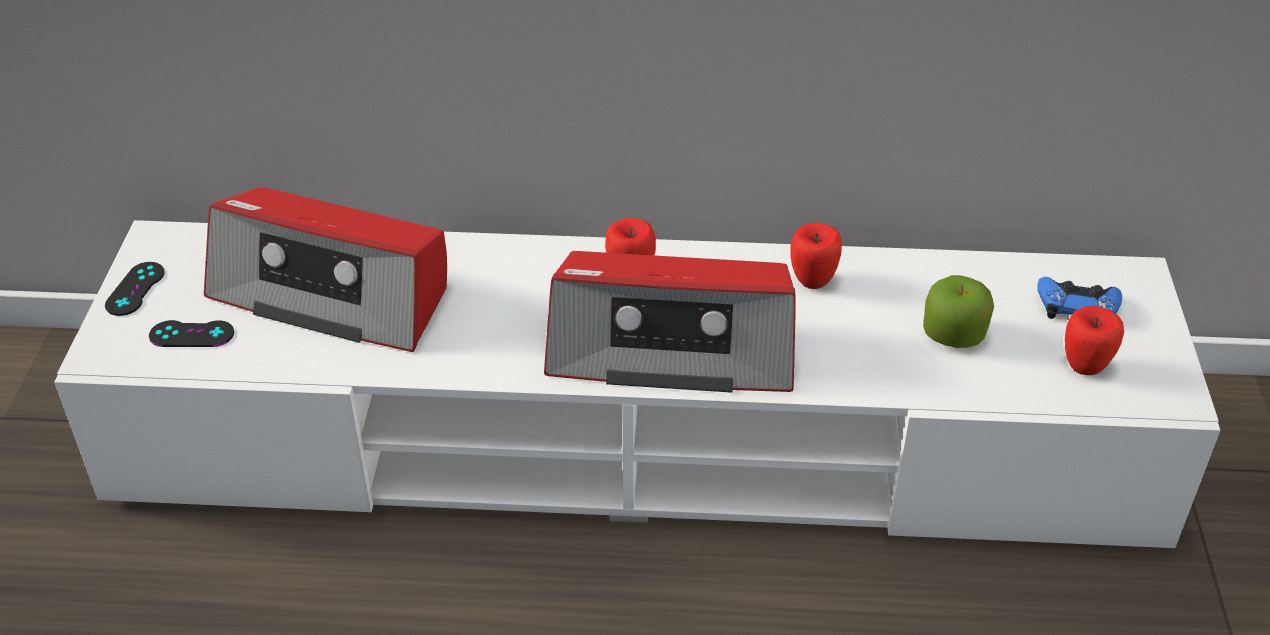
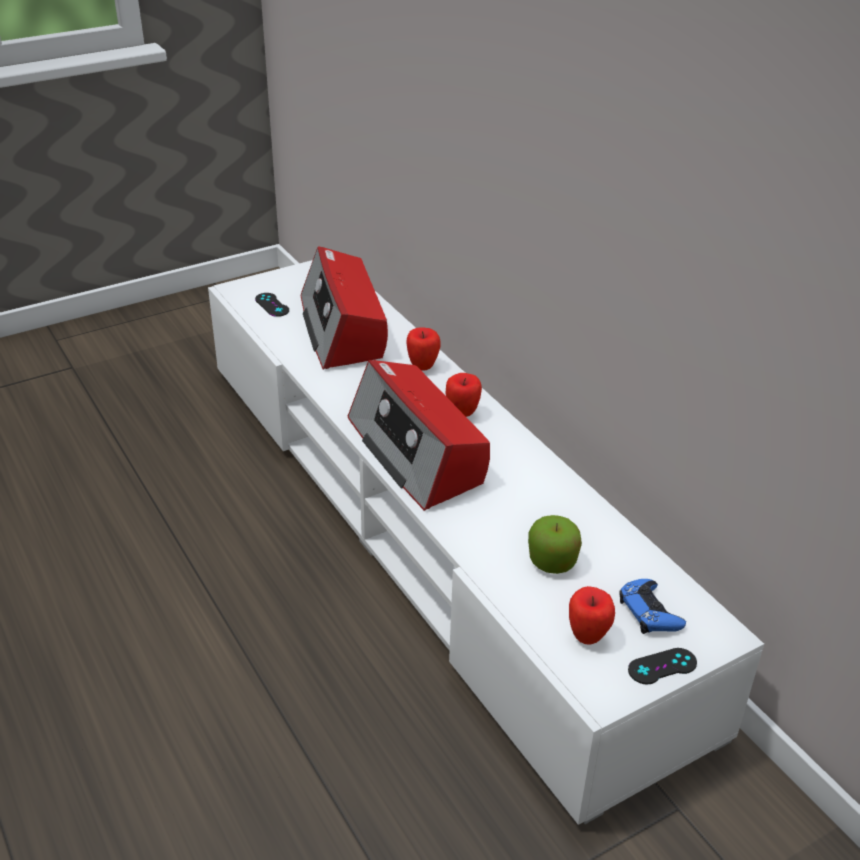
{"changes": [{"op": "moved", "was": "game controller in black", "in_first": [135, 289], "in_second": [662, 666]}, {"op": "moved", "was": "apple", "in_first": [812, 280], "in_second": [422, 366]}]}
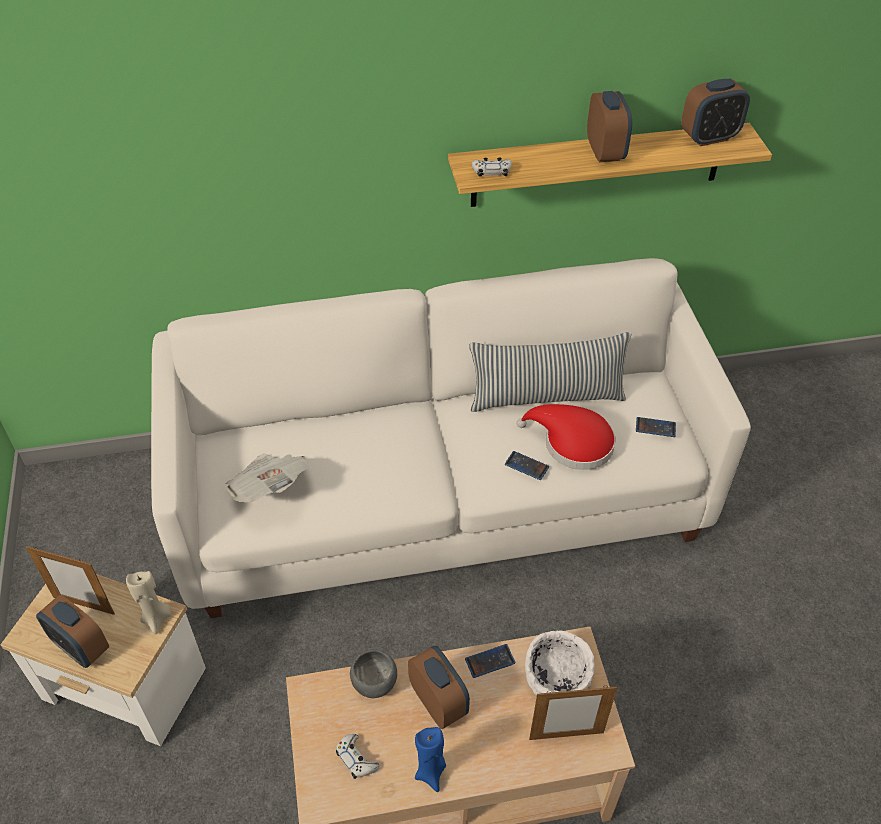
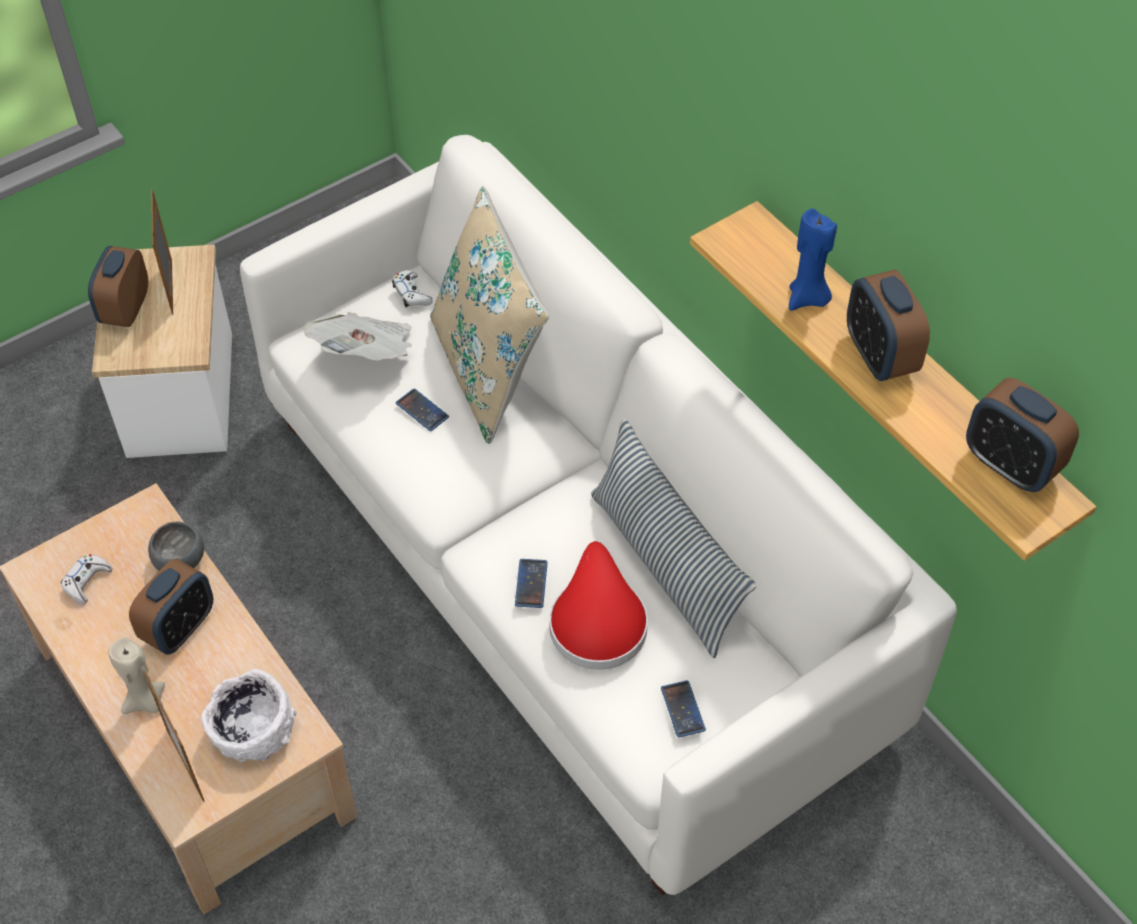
{"changes": [{"op": "added", "now": "pillow in beige", "in_second": [489, 370]}, {"op": "moved", "was": "candle in beige", "in_first": [157, 618], "in_second": [146, 702]}, {"op": "moved", "was": "candle in blue", "in_first": [430, 772], "in_second": [807, 298]}, {"op": "moved", "was": "phone", "in_first": [490, 661], "in_second": [422, 410]}, {"op": "moved", "was": "game controller in white", "in_first": [491, 171], "in_second": [411, 294]}, {"op": "turned", "was": "alarm clock", "in_first": [605, 152], "in_second": [879, 356], "clockwise": 105}]}
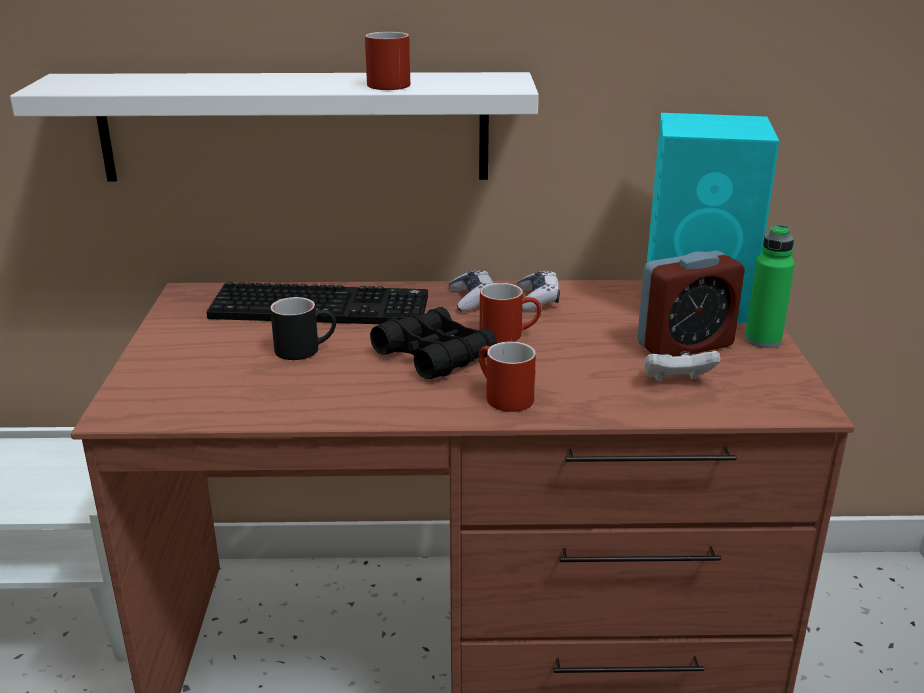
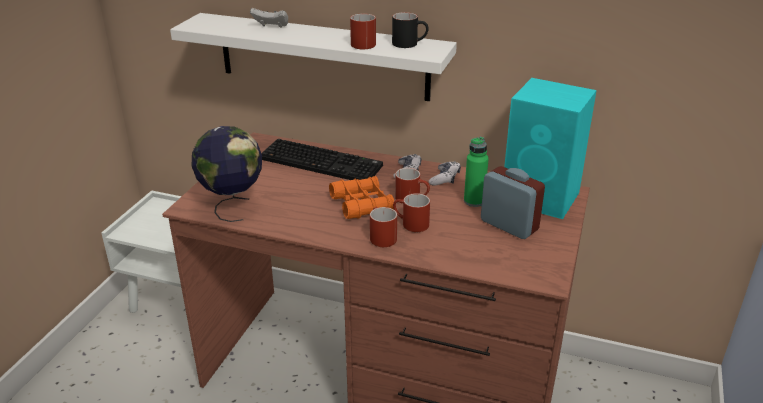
{"changes": [{"op": "added", "now": "globe", "in_second": [232, 206]}, {"op": "added", "now": "mug in red", "in_second": [410, 224]}, {"op": "moved", "was": "mug in black", "in_first": [306, 349], "in_second": [410, 44]}, {"op": "moved", "was": "game controller in white", "in_first": [676, 382], "in_second": [271, 27]}, {"op": "moved", "was": "bottle in green", "in_first": [763, 340], "in_second": [474, 201]}, {"op": "recoloured", "was": "binoculars in black", "now": "binoculars in orange", "in_first": [434, 355], "in_second": [362, 204]}, {"op": "turned", "was": "alarm clock", "in_first": [685, 345], "in_second": [509, 225], "clockwise": -135}]}
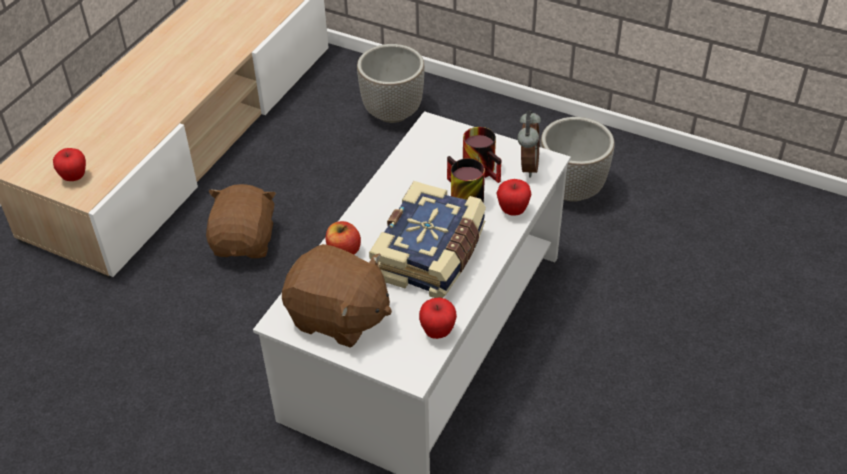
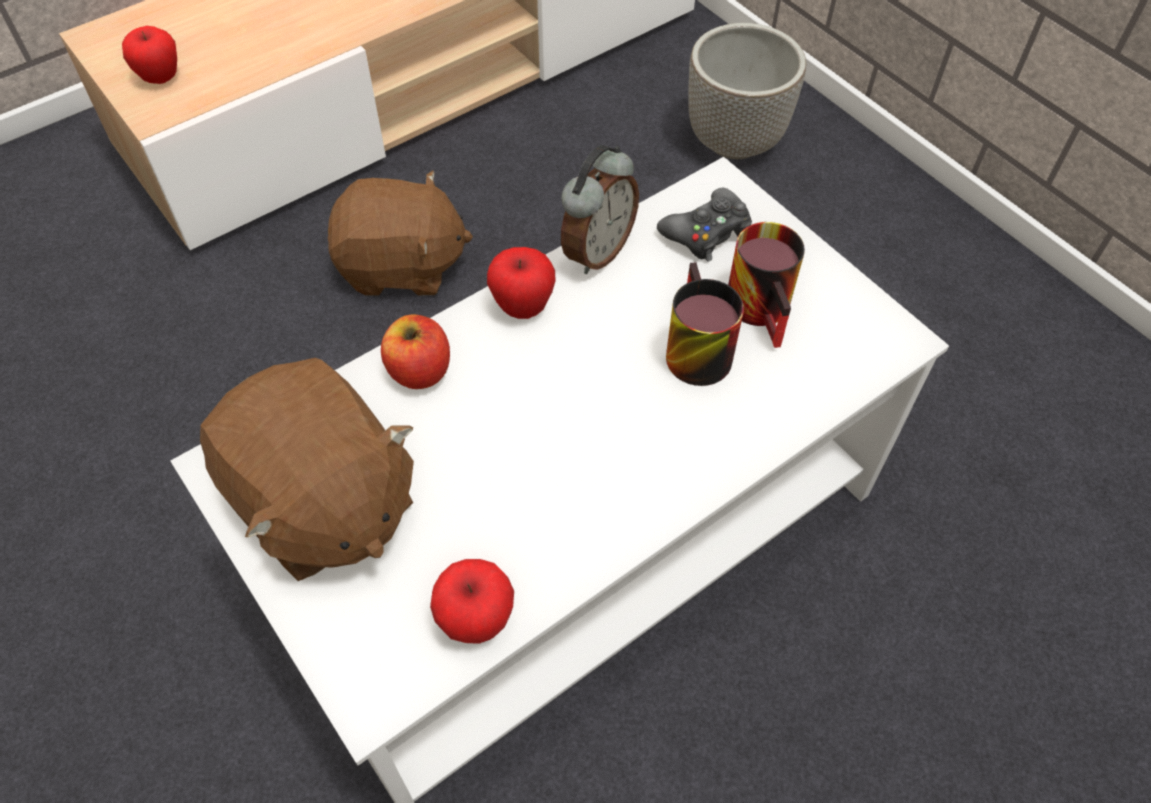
{"changes": [{"op": "removed", "was": "book", "in_first": [431, 255]}, {"op": "removed", "was": "planter", "in_first": [573, 189]}, {"op": "added", "now": "game controller in black", "in_second": [707, 233]}, {"op": "moved", "was": "apple", "in_first": [513, 210], "in_second": [522, 307]}, {"op": "moved", "was": "alarm clock", "in_first": [527, 166], "in_second": [596, 251]}, {"op": "turned", "was": "plush toy in brown", "in_first": [245, 241], "in_second": [401, 266], "clockwise": 60}]}
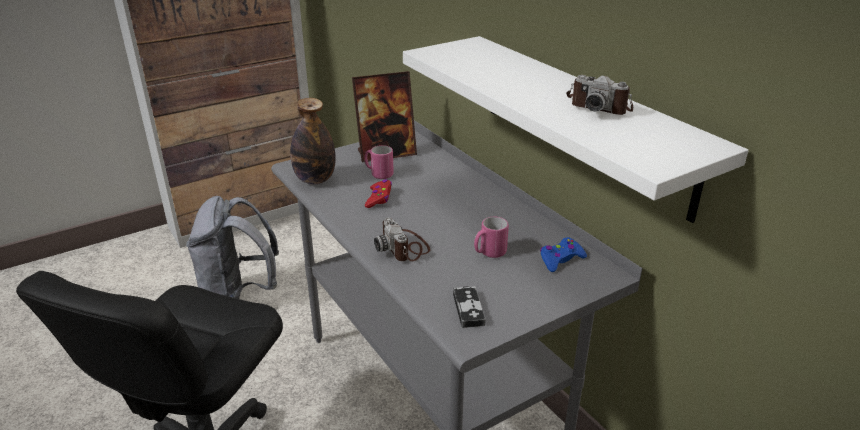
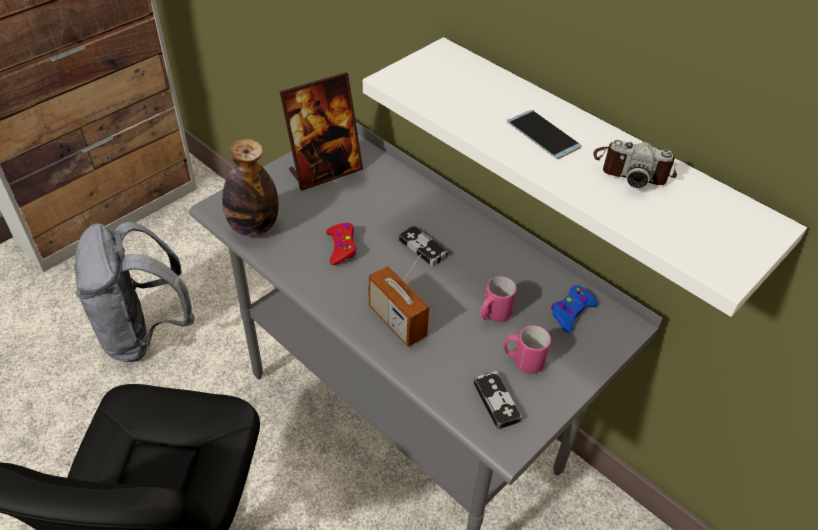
{"changes": [{"op": "added", "now": "game controller", "in_second": [422, 248]}, {"op": "added", "now": "phone", "in_second": [543, 134]}, {"op": "moved", "was": "mug in pink", "in_first": [378, 174], "in_second": [522, 361]}, {"op": "replaced", "was": "photo camera", "now": "radio", "in_first": [404, 247], "in_second": [397, 321]}]}
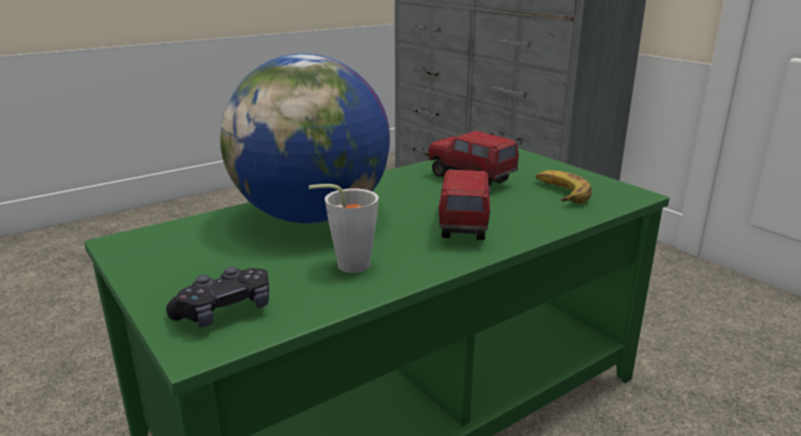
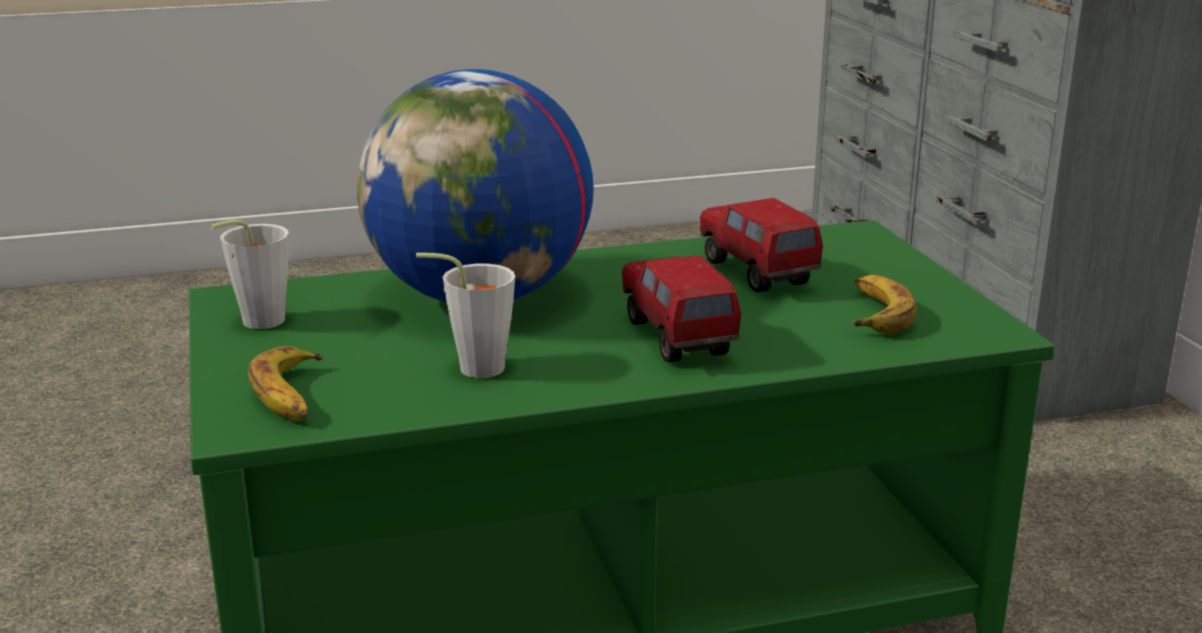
{"changes": [{"op": "added", "now": "cup in grey", "in_second": [255, 324]}, {"op": "replaced", "was": "game controller in black", "now": "banana", "in_first": [224, 311], "in_second": [291, 396]}, {"op": "turned", "was": "toy truck", "in_first": [463, 225], "in_second": [677, 339], "clockwise": -45}]}
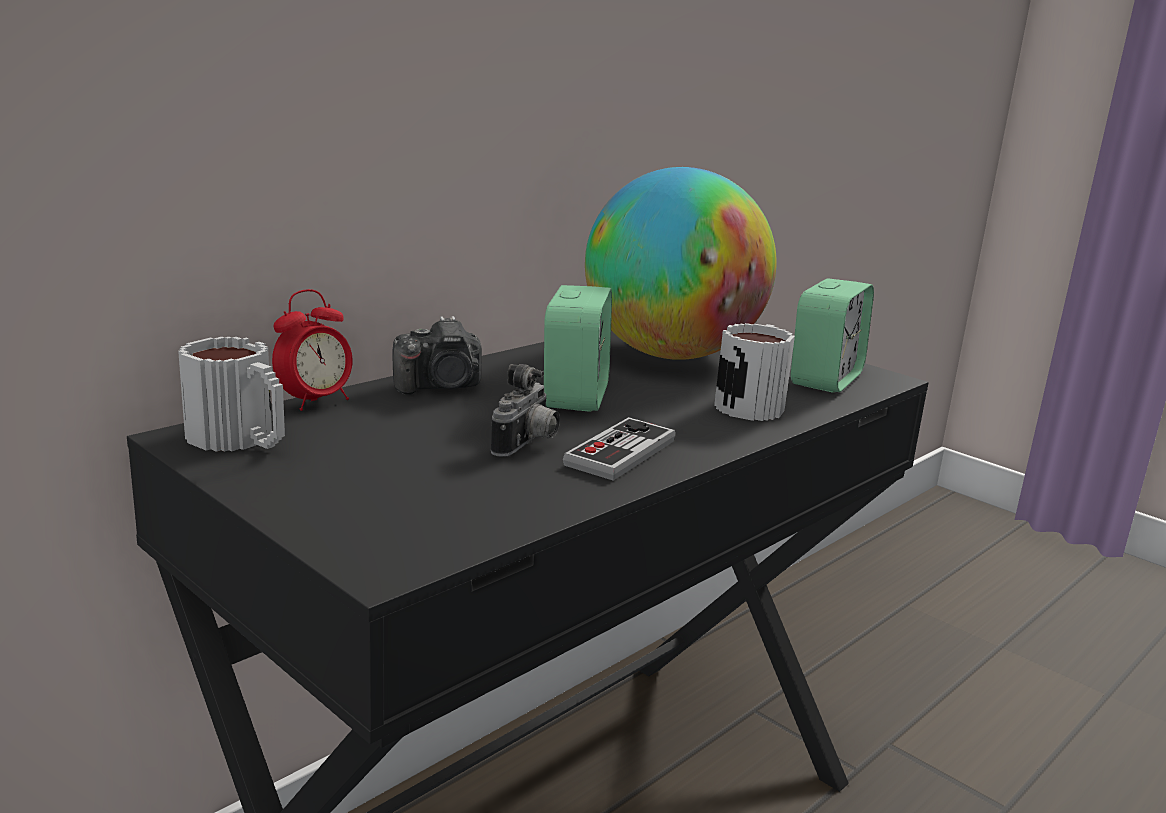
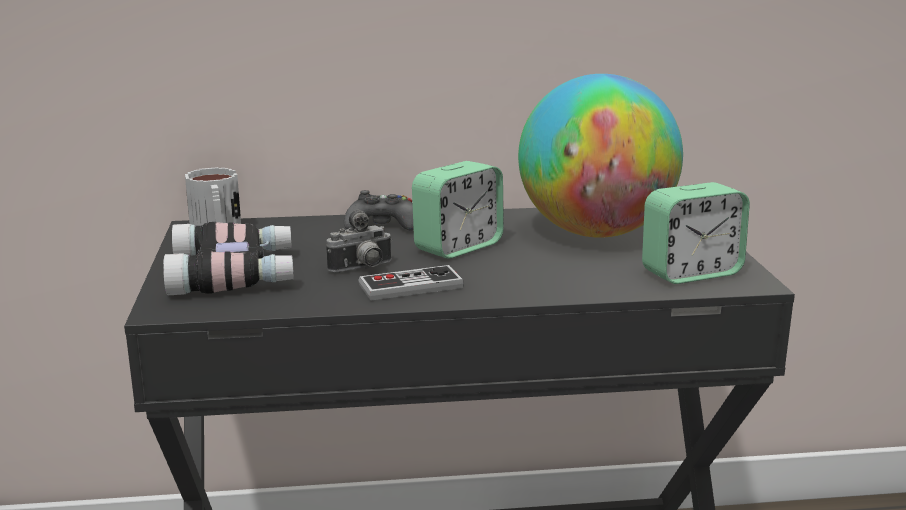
{"changes": [{"op": "removed", "was": "alarm clock", "in_first": [315, 401]}, {"op": "removed", "was": "mug", "in_first": [753, 403]}, {"op": "added", "now": "binoculars", "in_second": [235, 273]}, {"op": "replaced", "was": "photo camera", "now": "game controller in black", "in_first": [440, 386], "in_second": [382, 225]}]}
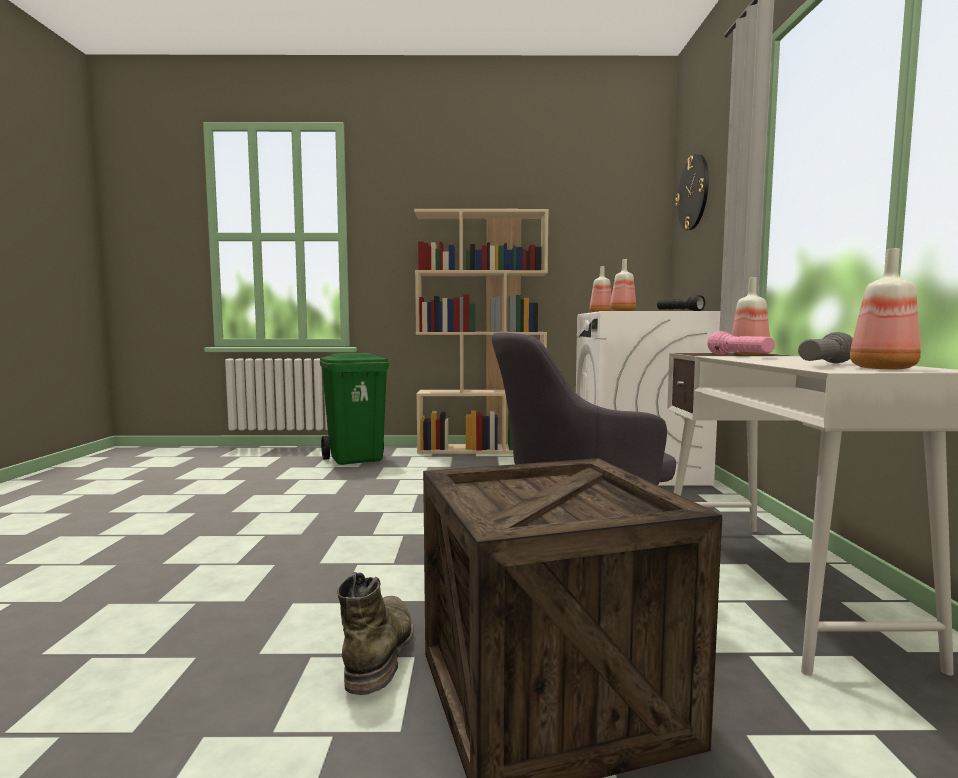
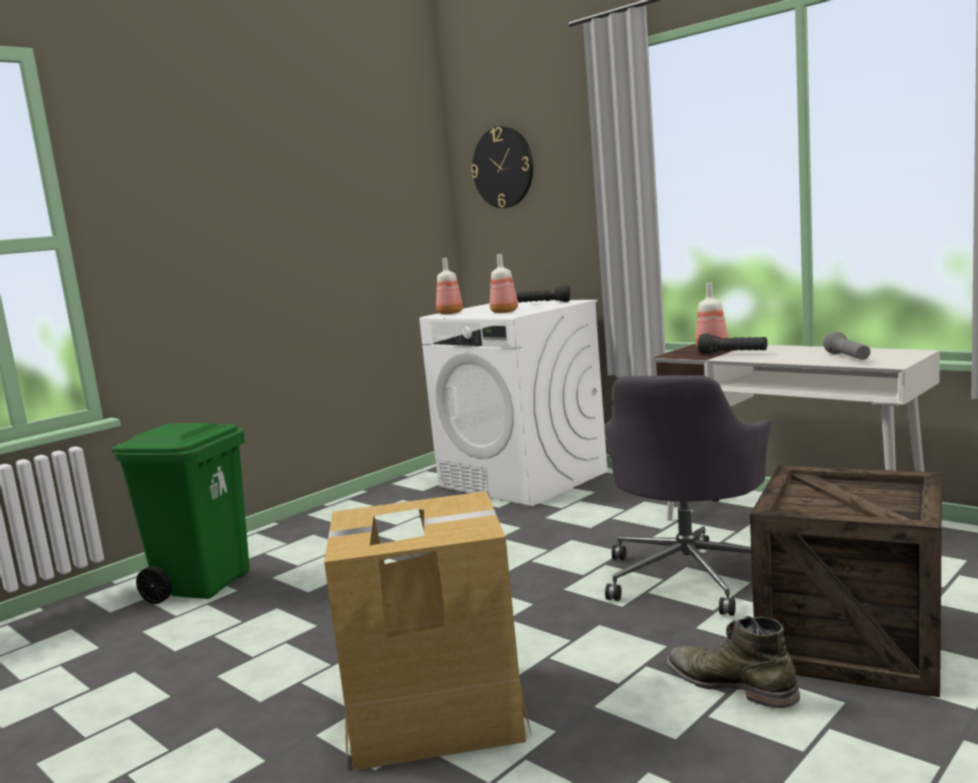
{"changes": [{"op": "removed", "was": "bookcase in beige", "in_first": [481, 449]}, {"op": "removed", "was": "bottle", "in_first": [880, 368]}, {"op": "added", "now": "cardboard box", "in_second": [434, 712]}, {"op": "recoloured", "was": "flashlight in pink", "now": "flashlight in black", "in_first": [740, 356], "in_second": [733, 354]}]}
